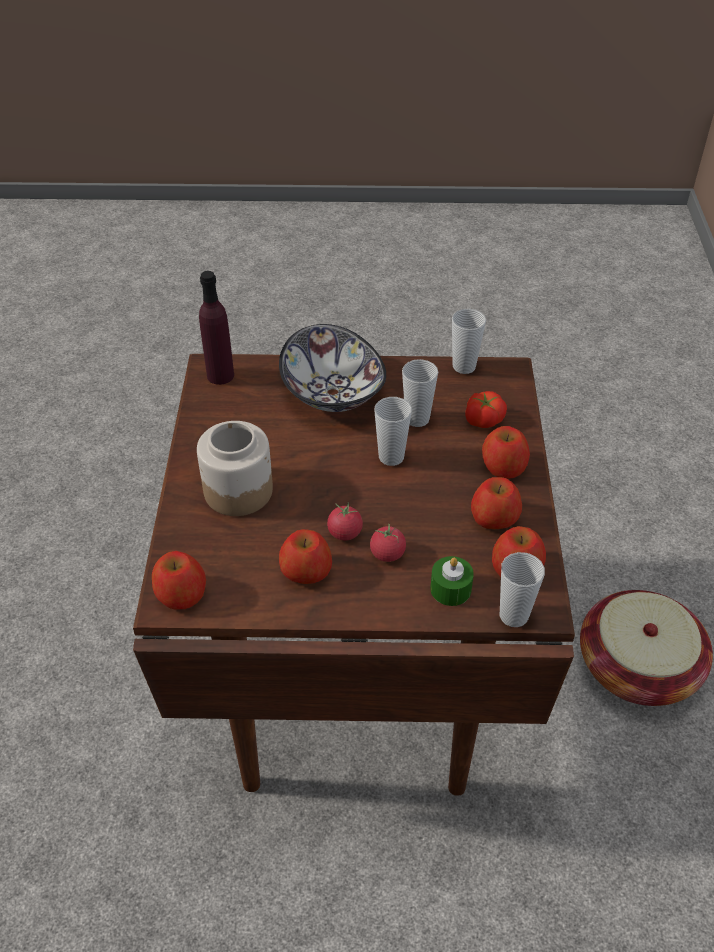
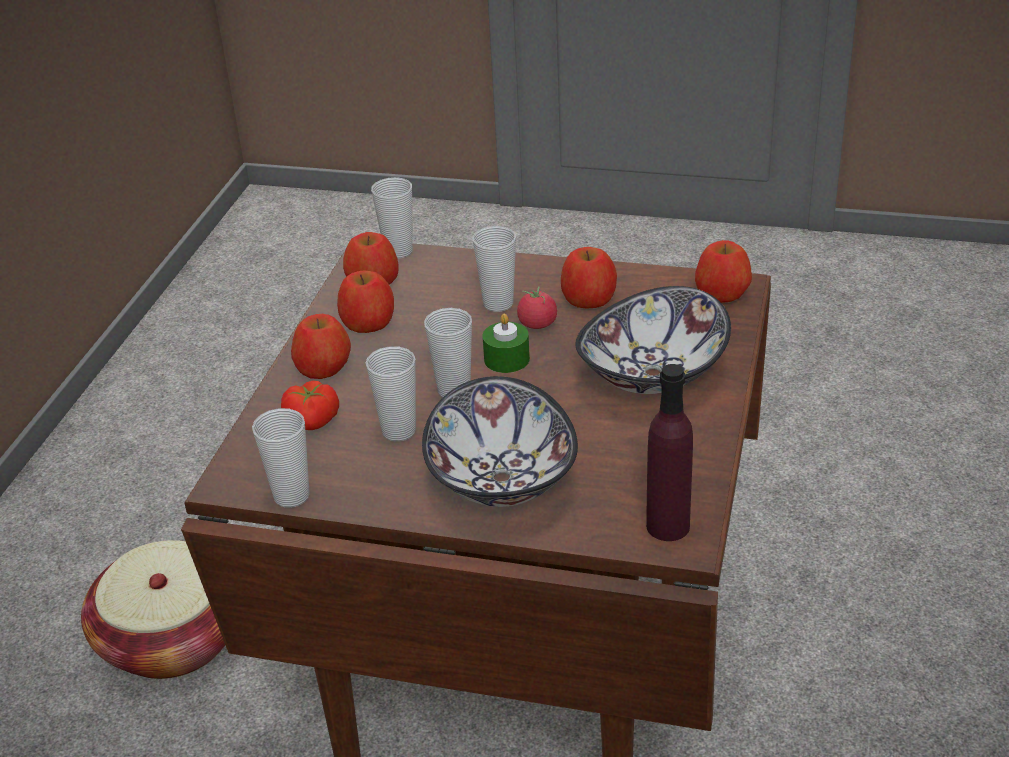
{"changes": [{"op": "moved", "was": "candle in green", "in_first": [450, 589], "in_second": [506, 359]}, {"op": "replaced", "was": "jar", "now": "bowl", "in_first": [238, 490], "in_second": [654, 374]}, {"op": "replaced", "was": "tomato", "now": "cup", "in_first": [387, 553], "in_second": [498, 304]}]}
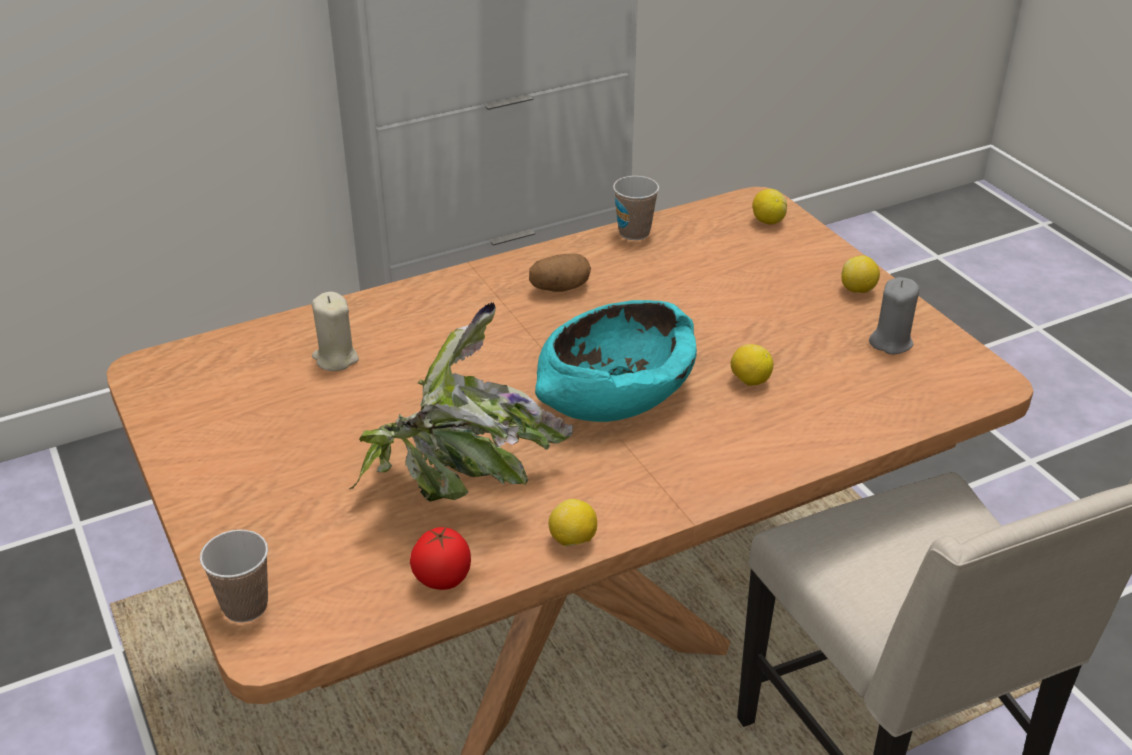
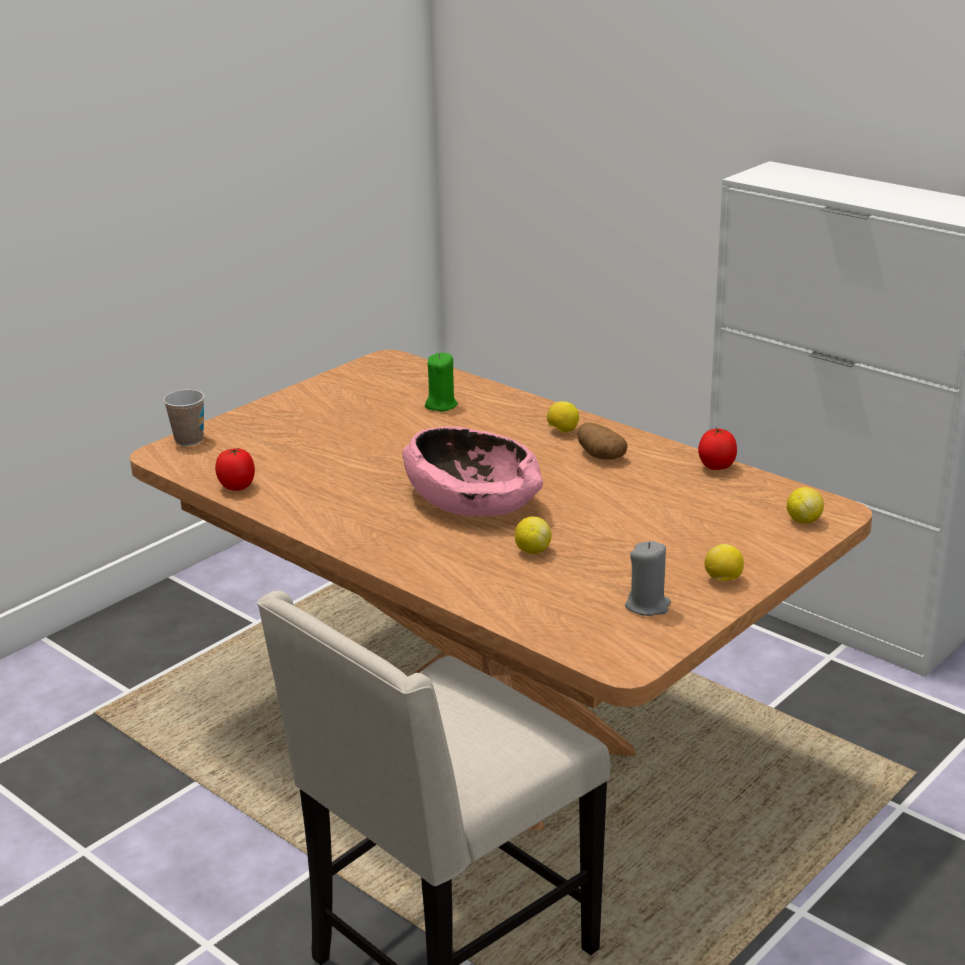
{"changes": [{"op": "removed", "was": "potted plant", "in_first": [459, 486]}, {"op": "moved", "was": "lemon", "in_first": [573, 541], "in_second": [562, 431]}, {"op": "replaced", "was": "cup", "now": "tomato", "in_first": [634, 232], "in_second": [716, 467]}, {"op": "recoloured", "was": "candle in beige", "now": "candle in green", "in_first": [335, 359], "in_second": [441, 405]}, {"op": "recoloured", "was": "bowl in turquoise", "now": "bowl in pink", "in_first": [615, 394], "in_second": [473, 502]}]}
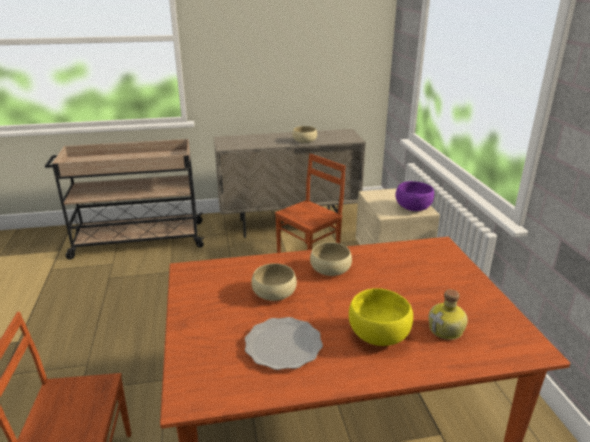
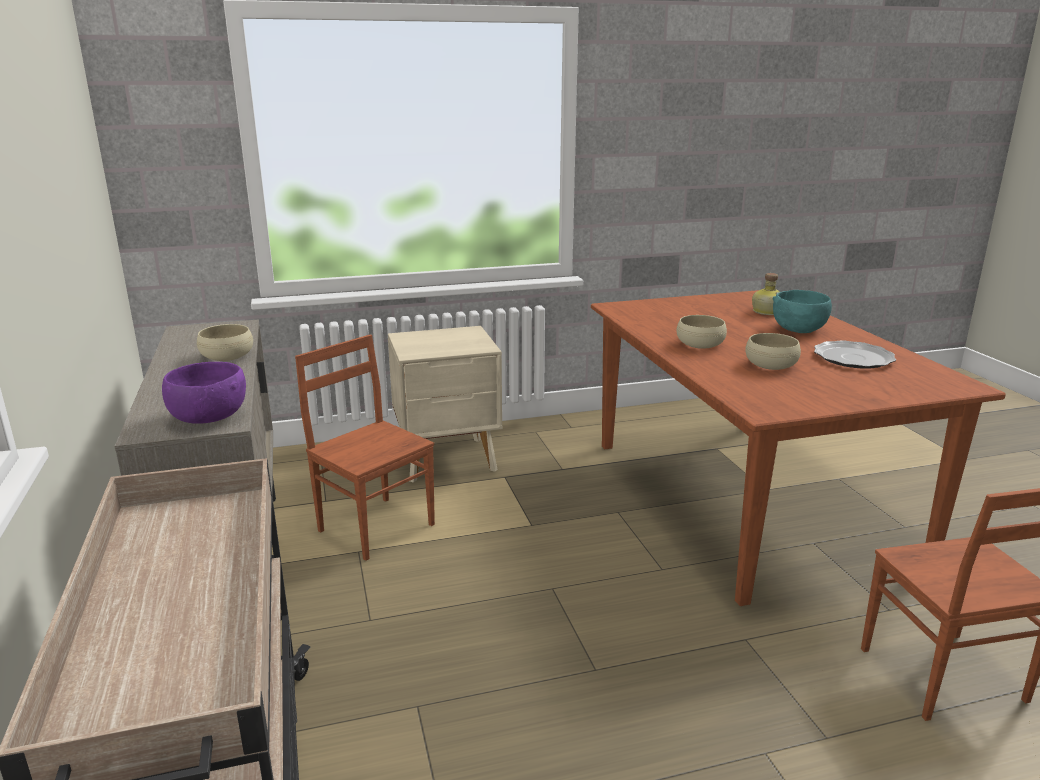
{"changes": [{"op": "moved", "was": "bowl in purple", "in_first": [412, 208], "in_second": [208, 418]}, {"op": "recoloured", "was": "bowl in yellow", "now": "bowl in turquoise", "in_first": [379, 335], "in_second": [798, 329]}]}
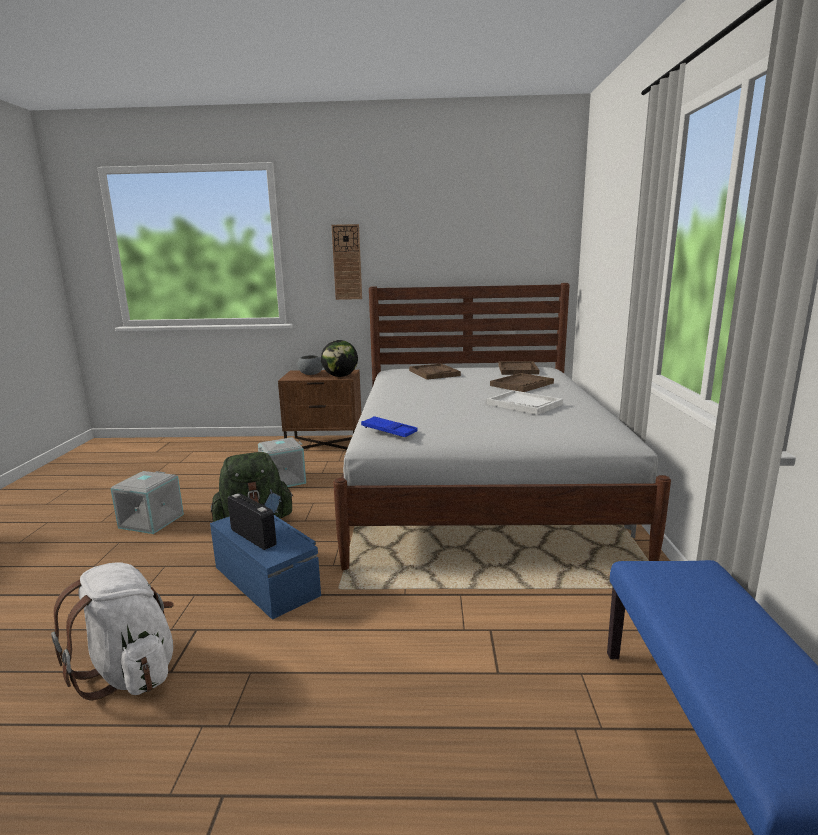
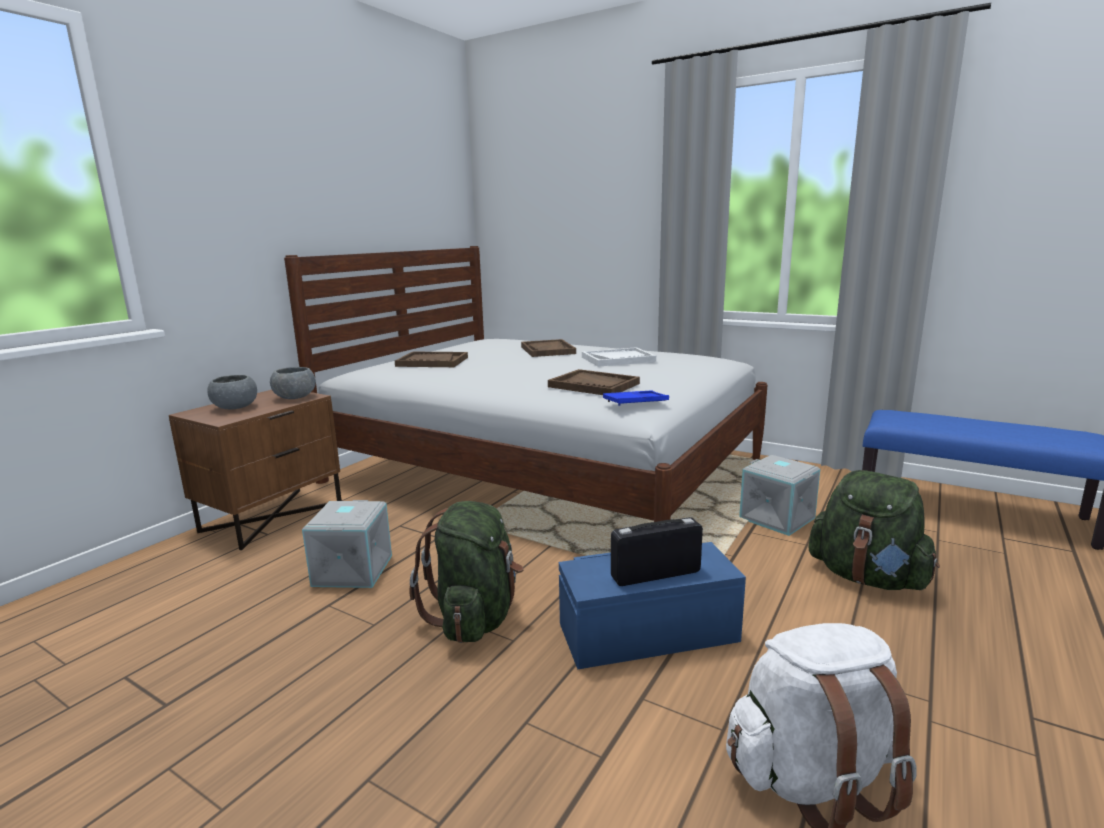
{"changes": [{"op": "removed", "was": "wall clock", "in_first": [347, 262]}, {"op": "added", "now": "backpack in green", "in_second": [867, 577]}, {"op": "moved", "was": "storage box in grey", "in_first": [152, 521], "in_second": [778, 518]}, {"op": "moved", "was": "tray in brown", "in_first": [518, 370], "in_second": [594, 385]}, {"op": "replaced", "was": "globe", "now": "bowl in grey", "in_first": [340, 376], "in_second": [295, 397]}]}
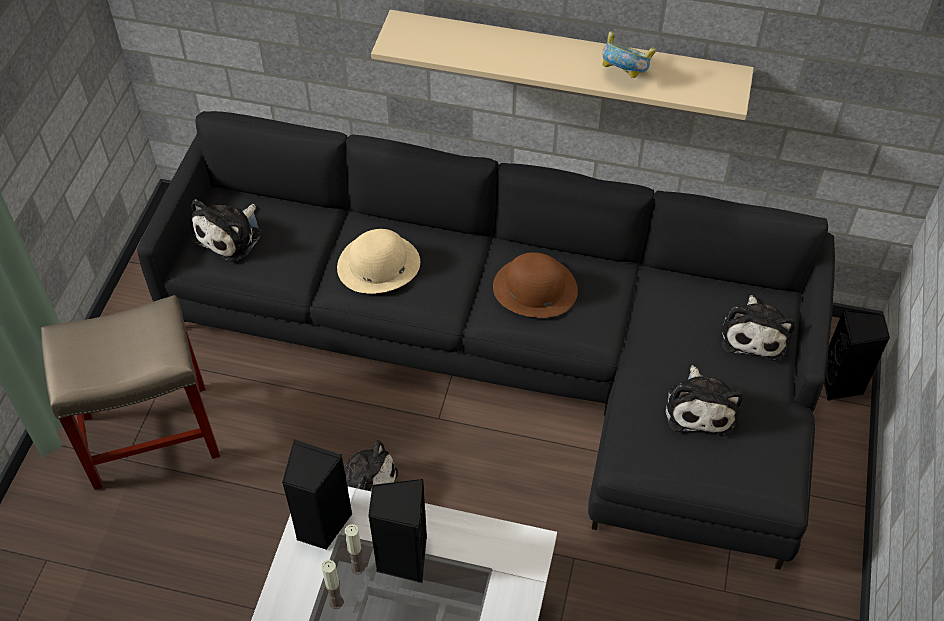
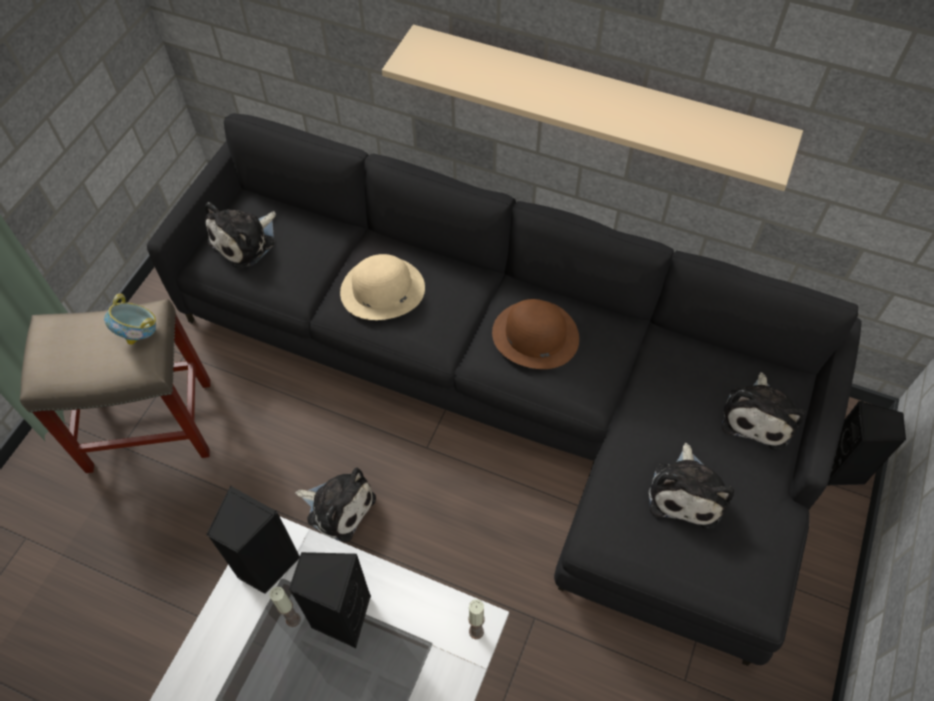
{"changes": [{"op": "moved", "was": "candle", "in_first": [336, 602], "in_second": [476, 631]}, {"op": "moved", "was": "bowl", "in_first": [624, 74], "in_second": [139, 333]}]}
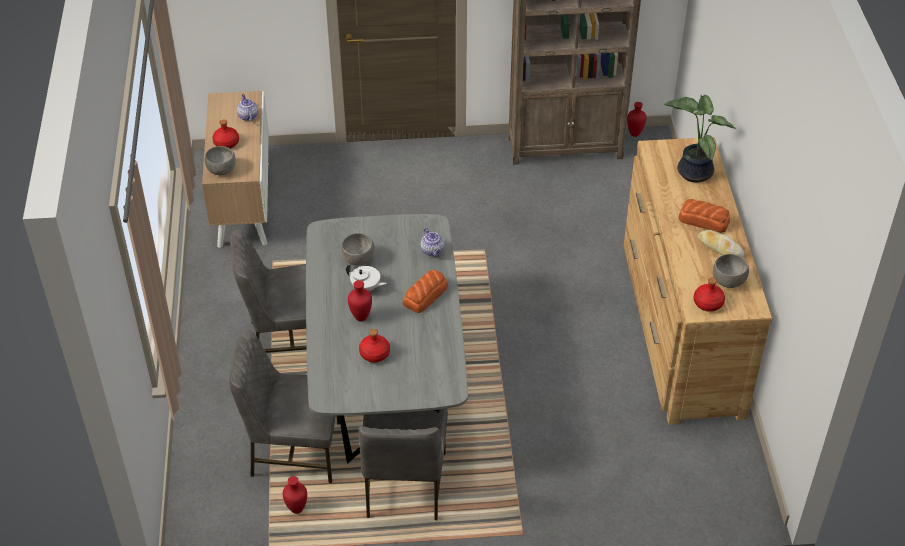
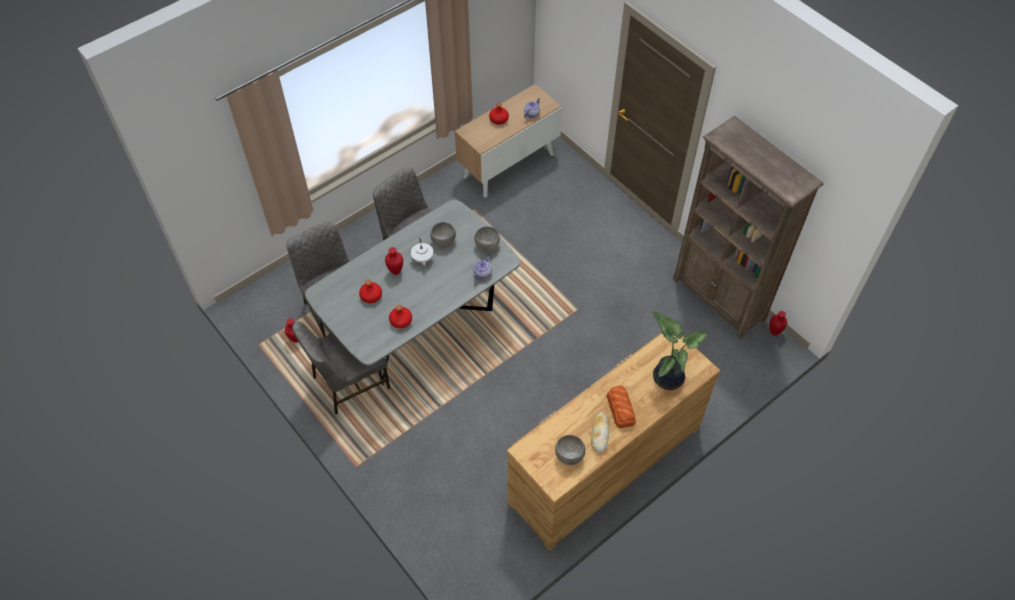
{"changes": [{"op": "removed", "was": "bread", "in_first": [426, 295]}, {"op": "moved", "was": "bowl in grey", "in_first": [222, 171], "in_second": [487, 246]}, {"op": "moved", "was": "bottle in red", "in_first": [708, 303], "in_second": [401, 321]}]}
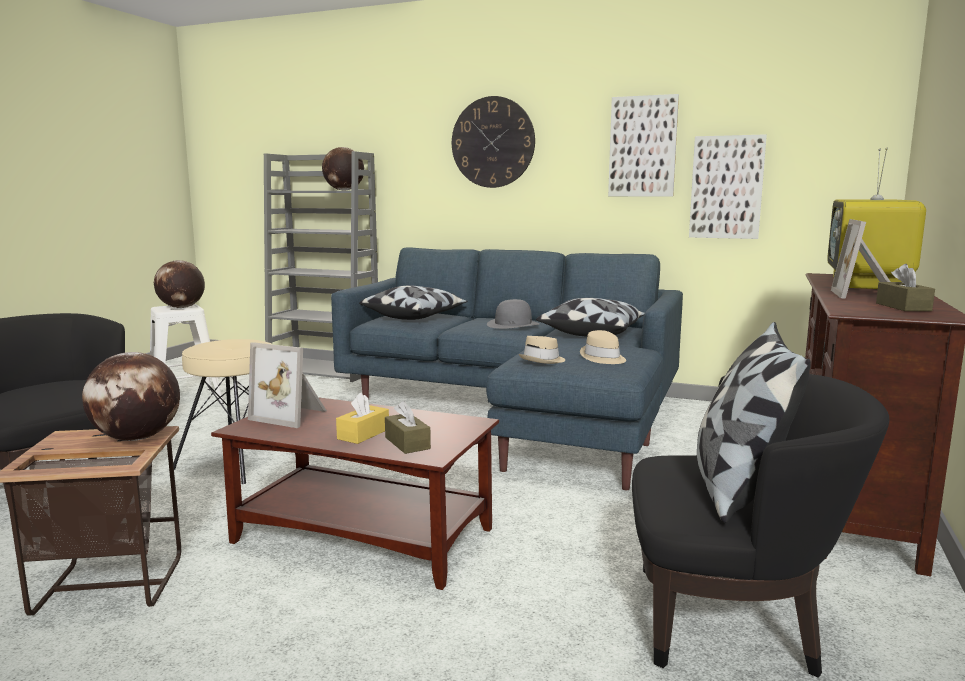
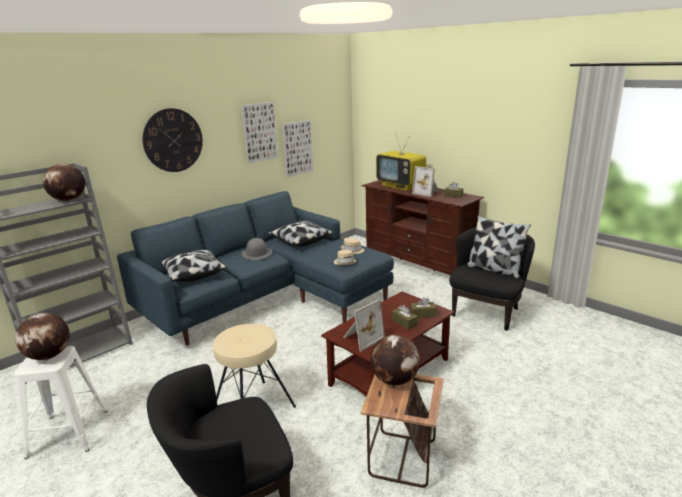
{"changes": [{"op": "recoloured", "was": "tissue box in yellow", "now": "tissue box in brown", "in_first": [363, 434], "in_second": [404, 322]}]}
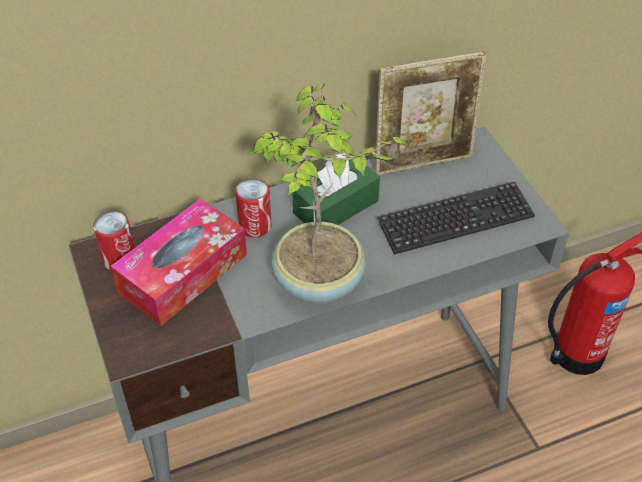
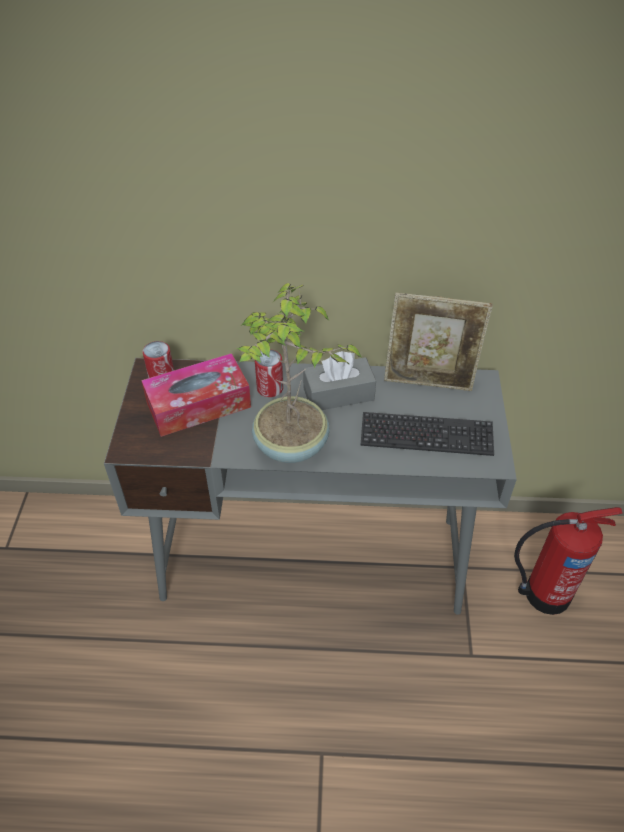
{"changes": [{"op": "recoloured", "was": "tissue box in green", "now": "tissue box in grey", "in_first": [336, 207], "in_second": [338, 394]}]}
